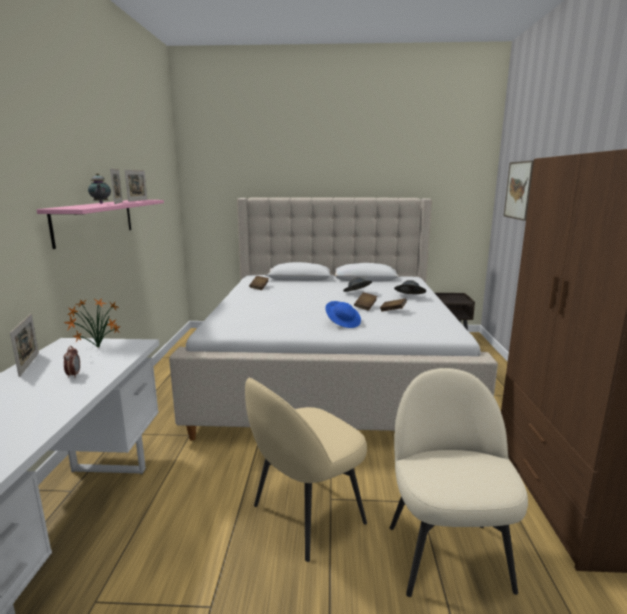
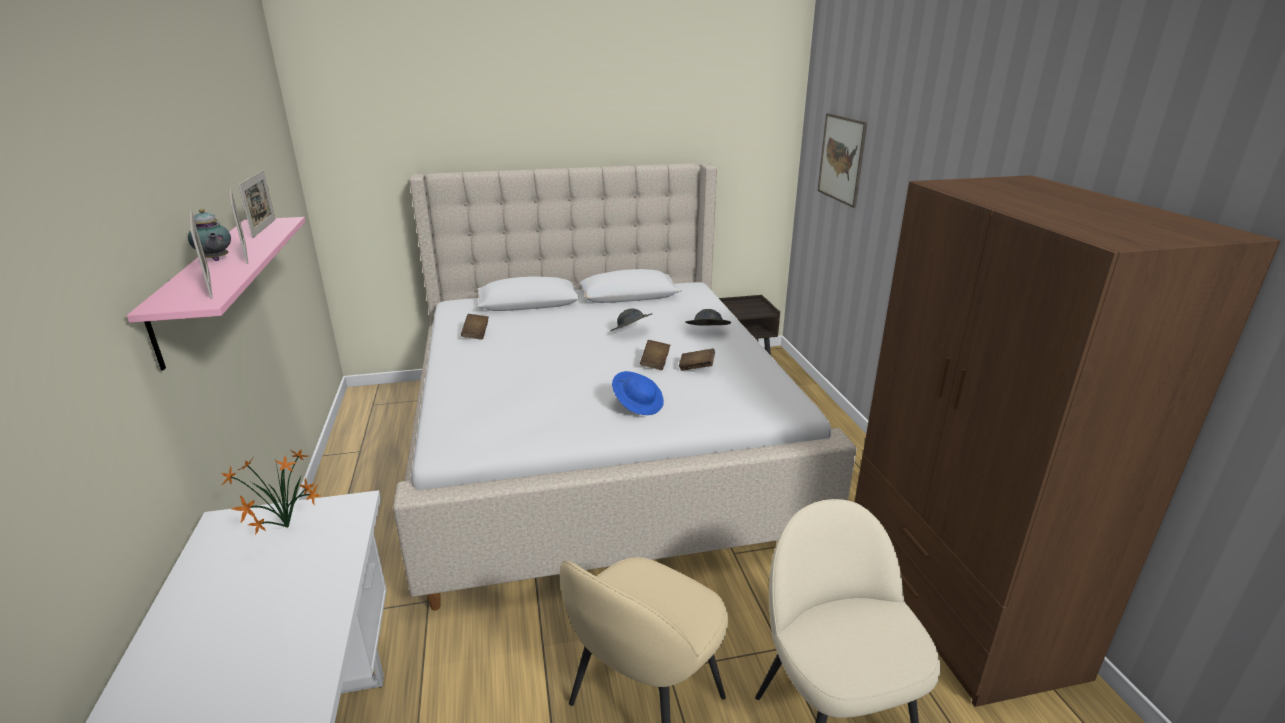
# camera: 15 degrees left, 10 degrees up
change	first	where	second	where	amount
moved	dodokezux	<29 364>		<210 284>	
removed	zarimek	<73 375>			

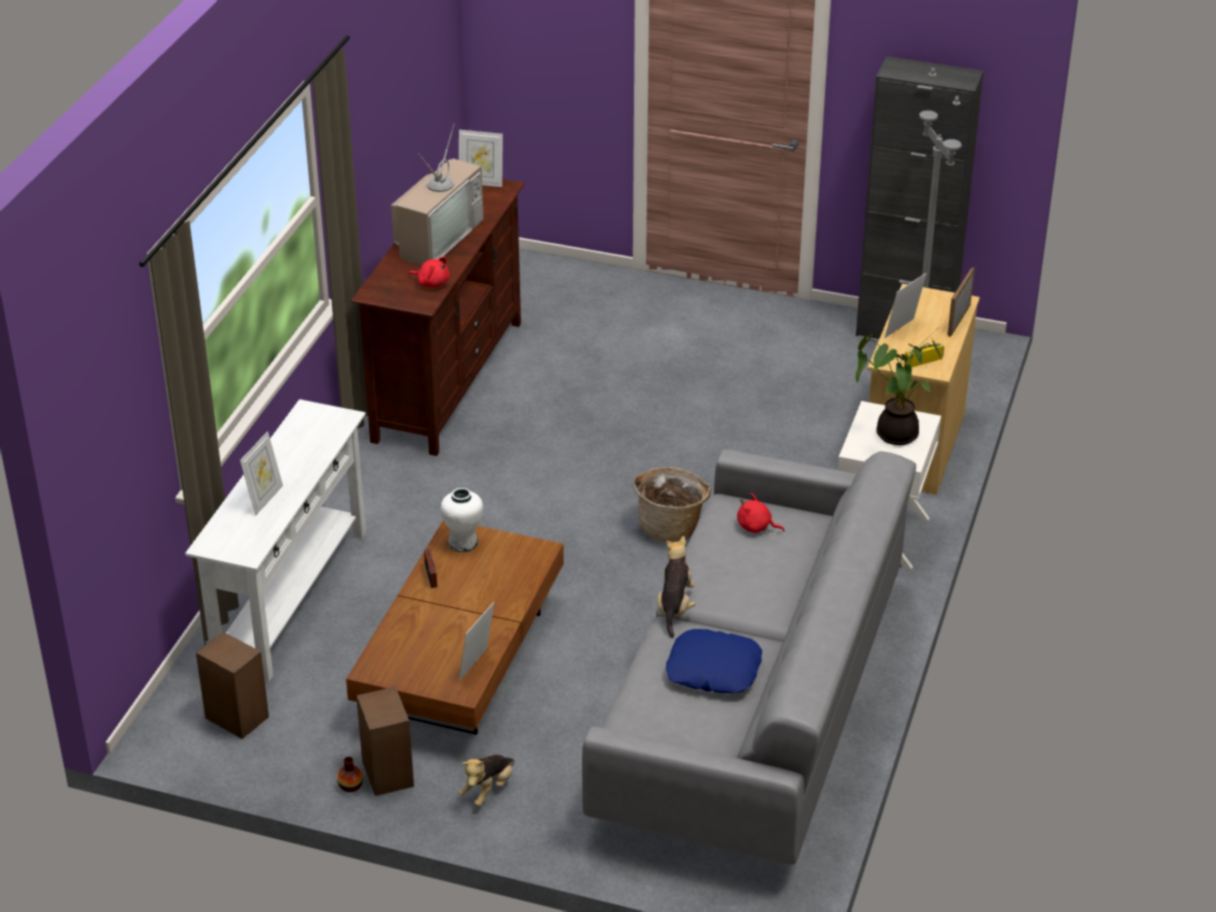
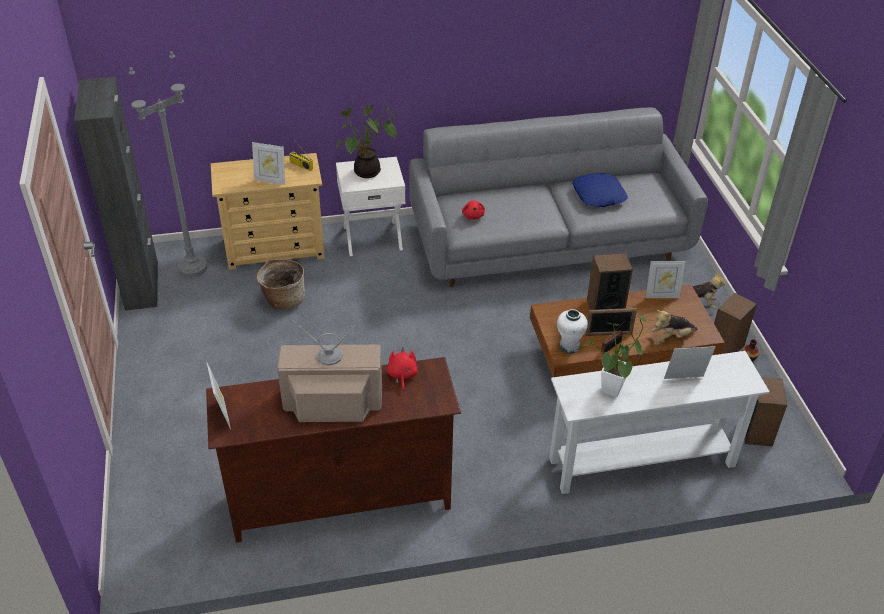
# camera: 120 degrees left, 5 degrees up
change	first	where	second	where	amount
moved	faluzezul	<671 527>		<283 299>	
moved	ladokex	<675 607>		<671 337>	
moved	dodokezux	<958 320>		<608 334>	
added			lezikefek	<609 393>	
added			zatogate	<605 306>	

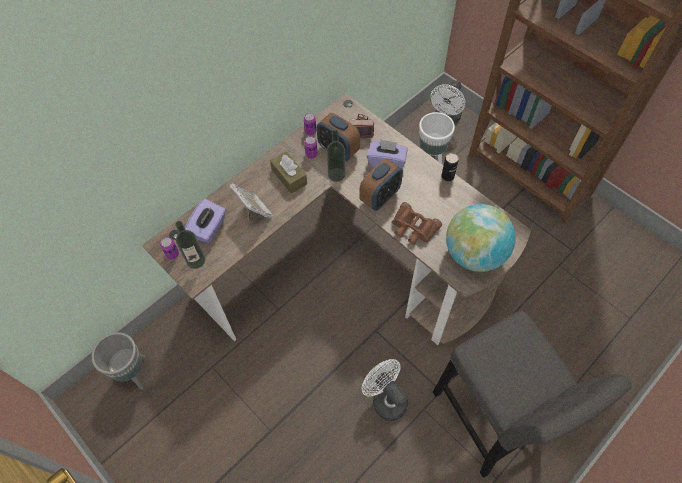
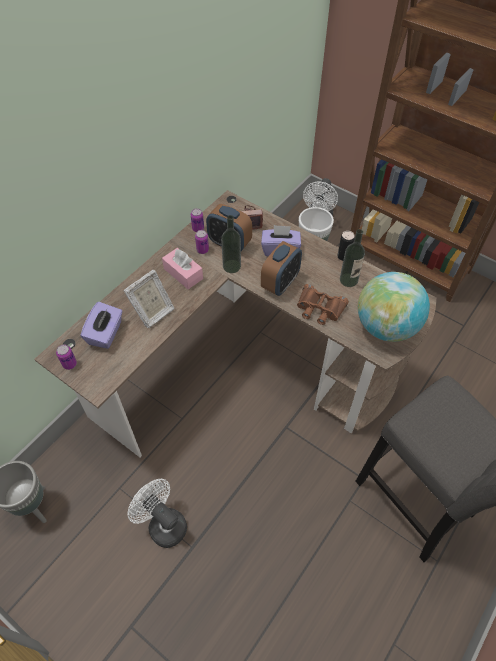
# camera: 10 degrees left, 5 degrees down
change	first	where	second	where	amount
moved	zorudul	<196 260>		<348 280>	
turned	dodokezux	<255 213>		<153 313>	90 degrees clockwise
recoloured	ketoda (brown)	<289 177>	ketoda (pink)	<183 273>	
moved	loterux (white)	<385 399>		<163 524>	

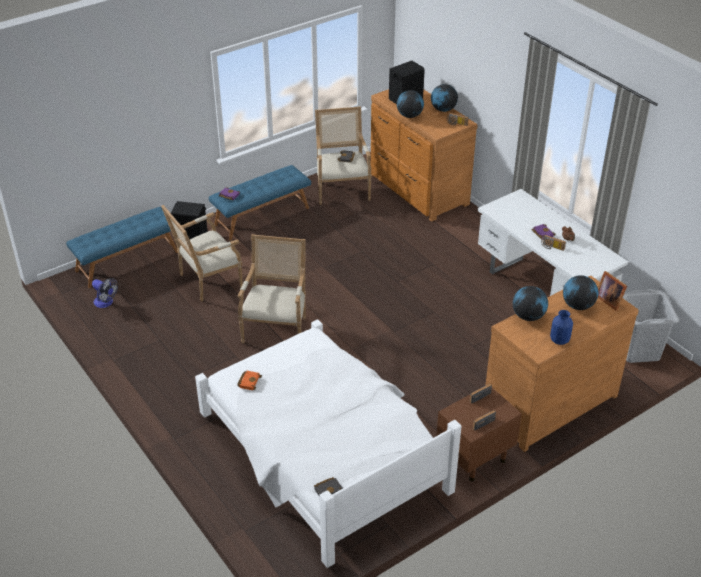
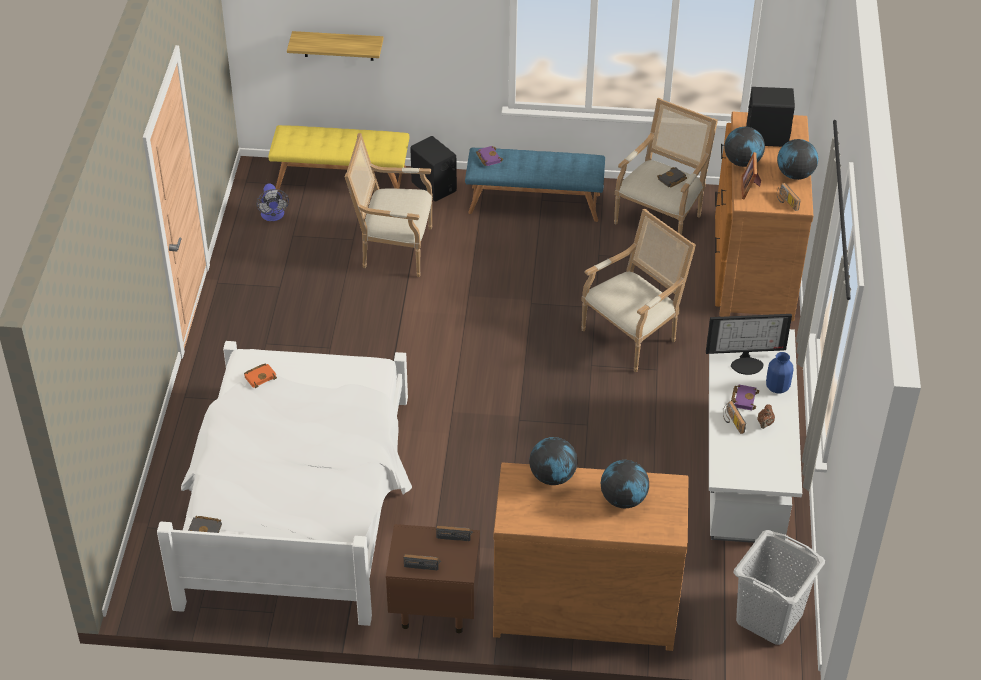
# camera: 40 degrees right, 5 degrees up
change	first	where	second	where	amount
recoloured	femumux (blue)	<127 261>	femumux (yellow)	<342 180>	
moved	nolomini	<276 328>		<633 335>	
moved	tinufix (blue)	<559 340>		<777 387>	
moved	dodokezux	<609 300>		<750 188>	
added			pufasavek	<338 45>	
added			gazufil	<747 363>	

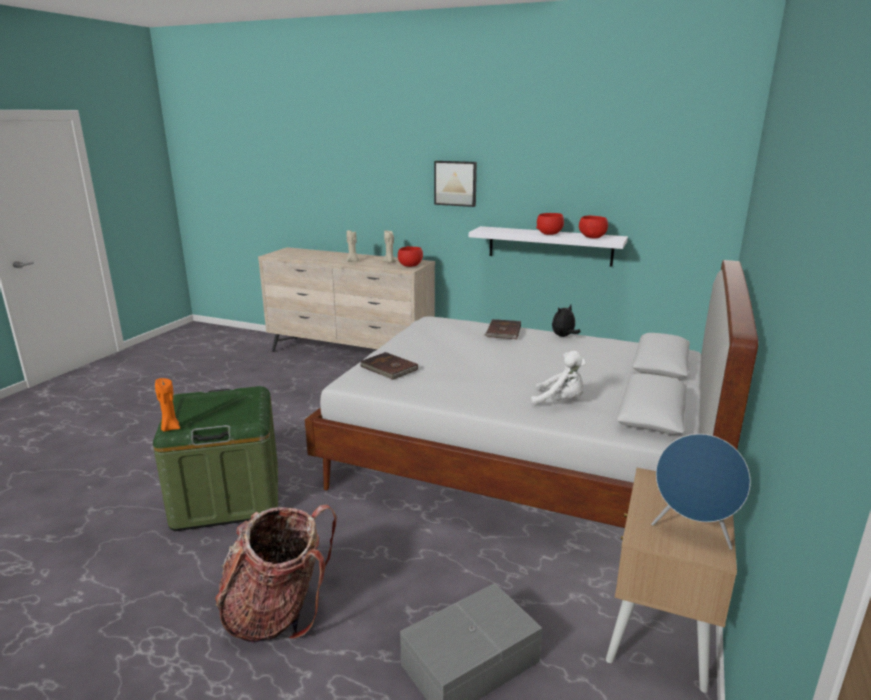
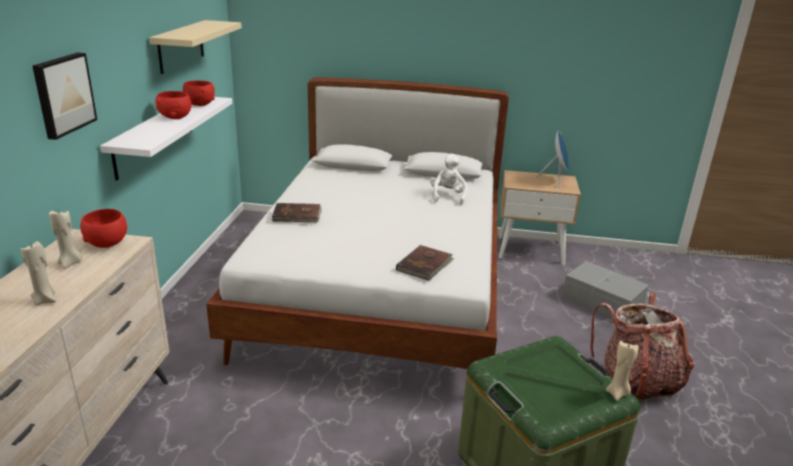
# camera: 105 degrees left, 5 degrees up
change	first	where	second	where	amount
recoloured	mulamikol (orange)	<170 428>	mulamikol (beige)	<617 393>	
removed	ladokex	<563 336>			
added			pufasavek (beige)	<181 46>	

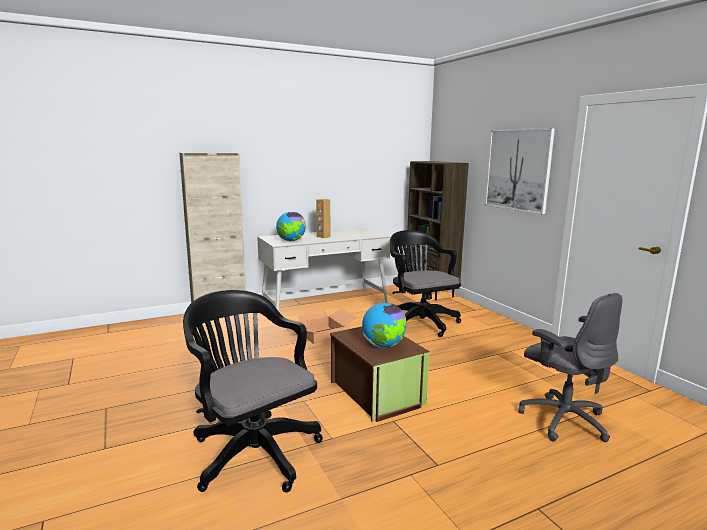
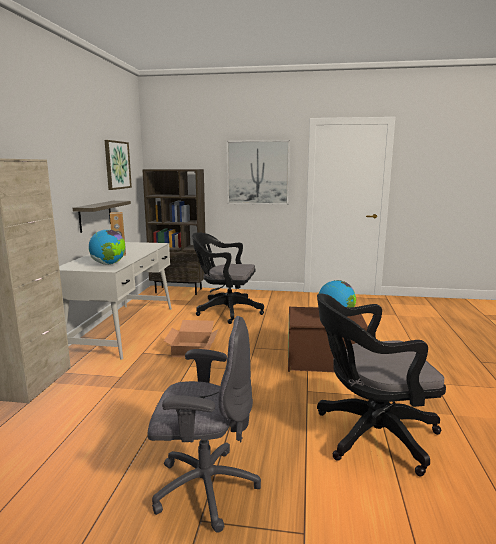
# camera: 55 degrees left, 0 degrees up
change	first	where	second	where	amount
moved	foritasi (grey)	<563 419>		<204 487>	
added			pufasavek	<95 215>	
added			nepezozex	<117 165>	

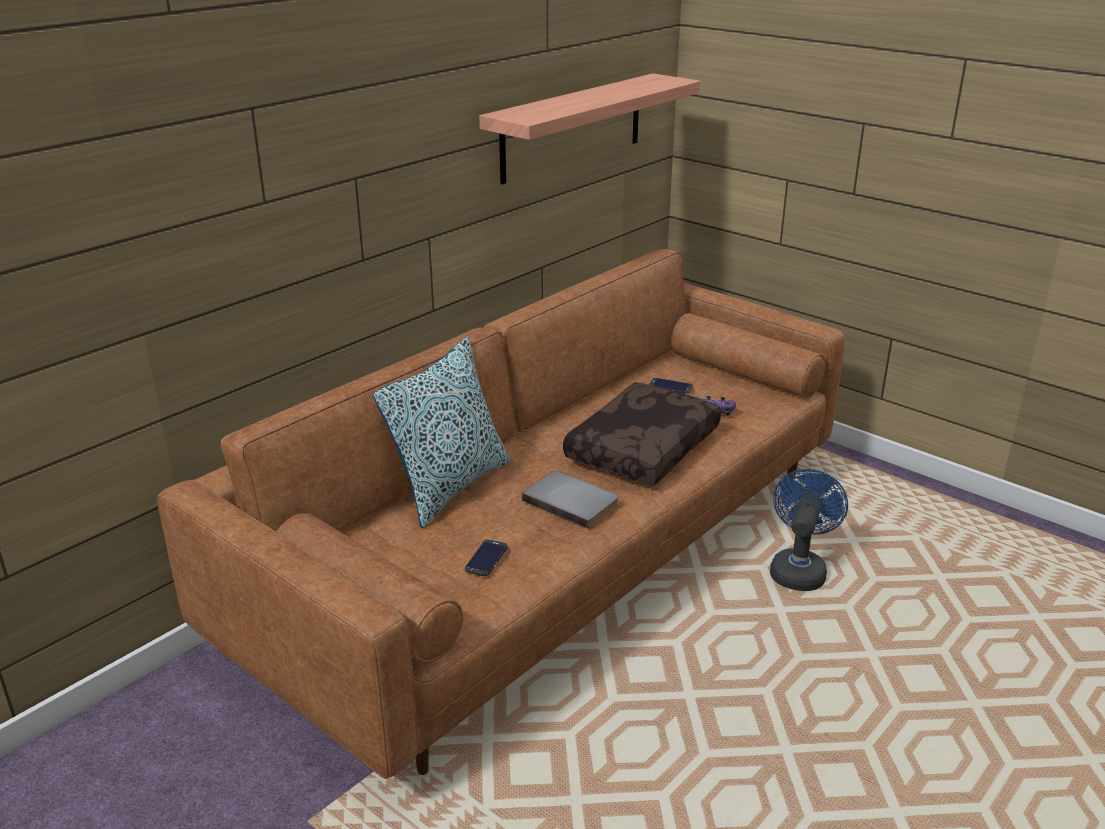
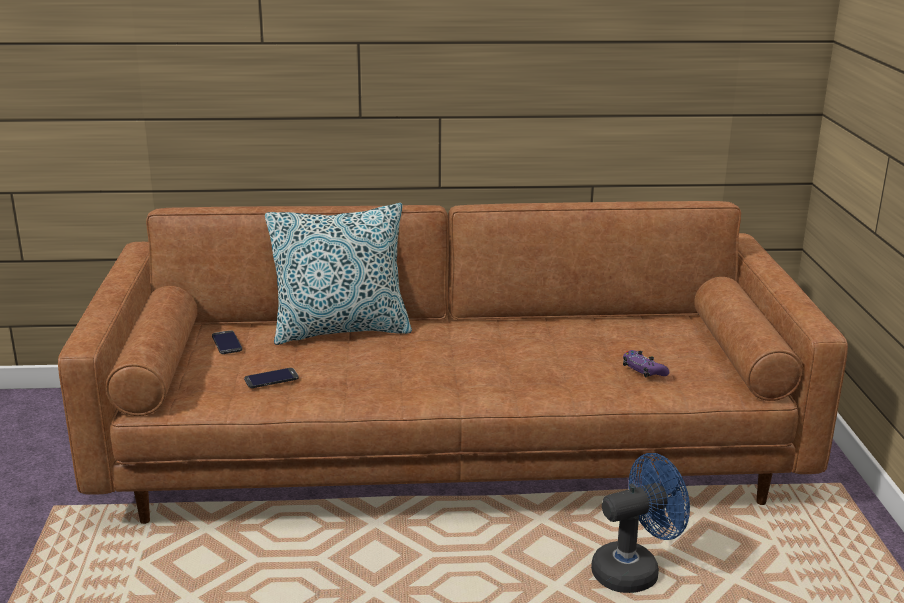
# camera: 45 degrees right, 5 degrees down
change	first	where	second	where	amount
removed	pufasavek	<572 127>			
removed	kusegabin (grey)	<572 501>			
removed	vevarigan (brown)	<641 447>			
moved	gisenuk	<670 386>		<227 343>	

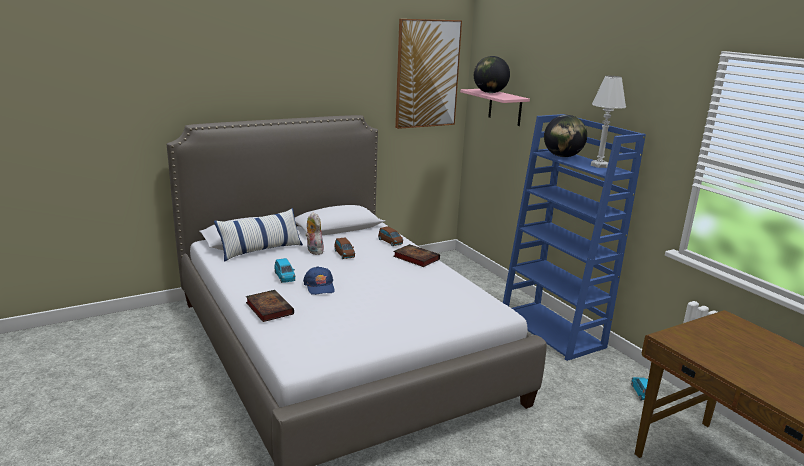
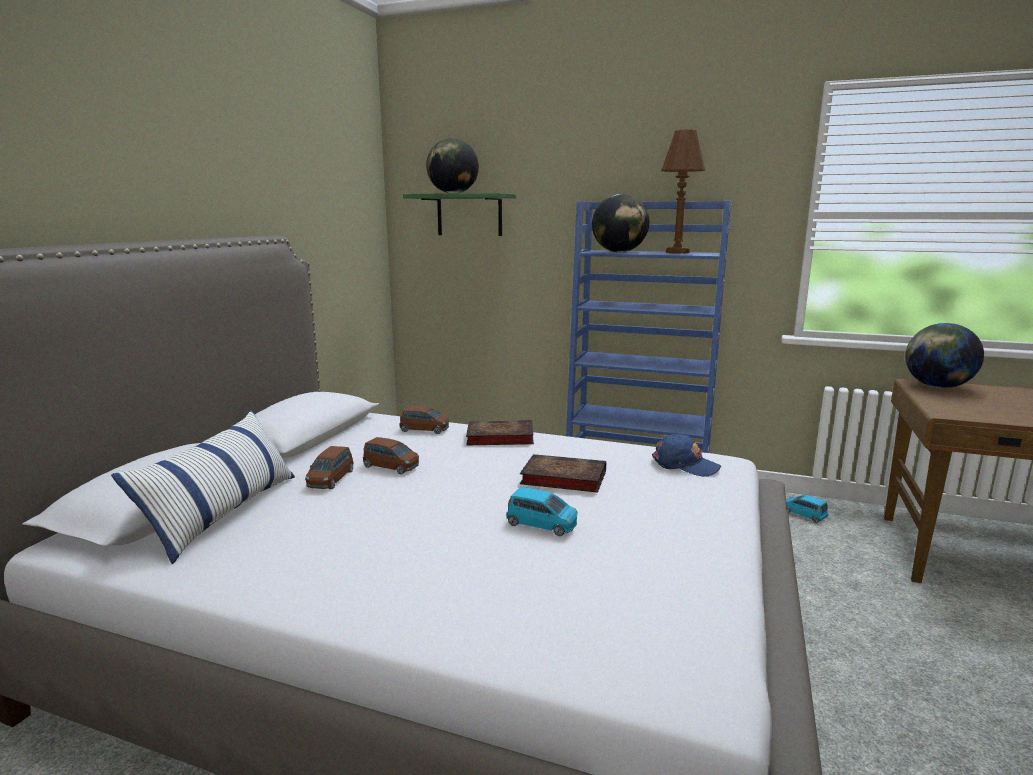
# camera: 40 degrees left, 5 degrees down
change	first	where	second	where	amount
moved	kusegabin	<268 308>		<561 478>	
moved	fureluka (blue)	<285 277>		<542 524>	
moved	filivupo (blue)	<319 286>		<684 465>	
replaced	ladokex	<313 251>	fureluka (brown)	<330 479>	
removed	nepezozex	<427 74>			
recoloured	pufasavek (pink)	<505 107>	pufasavek (green)	<469 215>	
recoloured	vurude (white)	<599 165>	vurude (brown)	<677 252>	
added			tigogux	<937 386>	

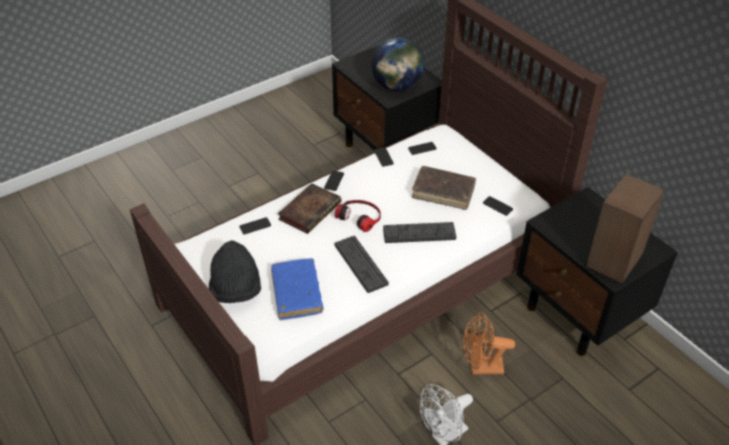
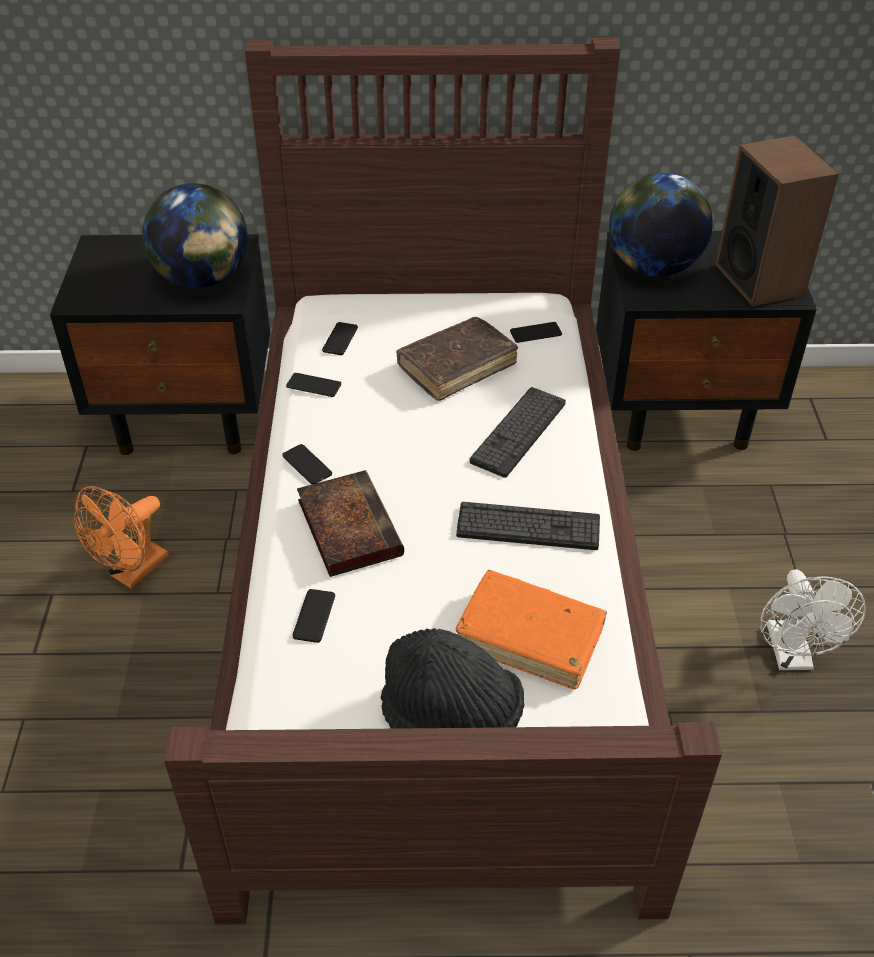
# camera: 55 degrees left, 0 degrees up
change	first	where	second	where	amount
recoloured	kusegabin (blue)	<297 294>	kusegabin (orange)	<530 637>	
removed	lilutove	<360 216>			
moved	loterux (orange)	<480 367>		<133 572>	
added			tigogux	<653 267>	

